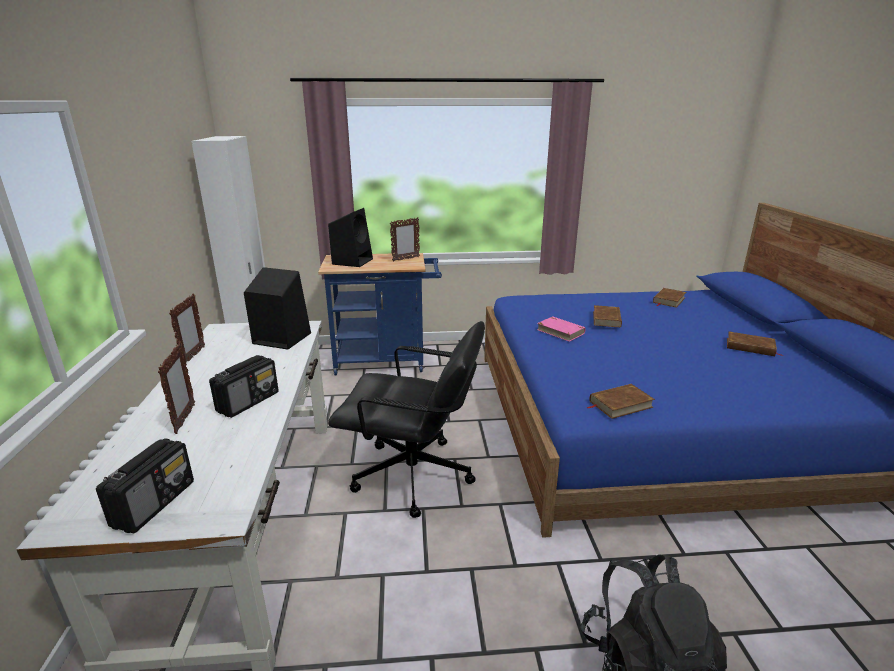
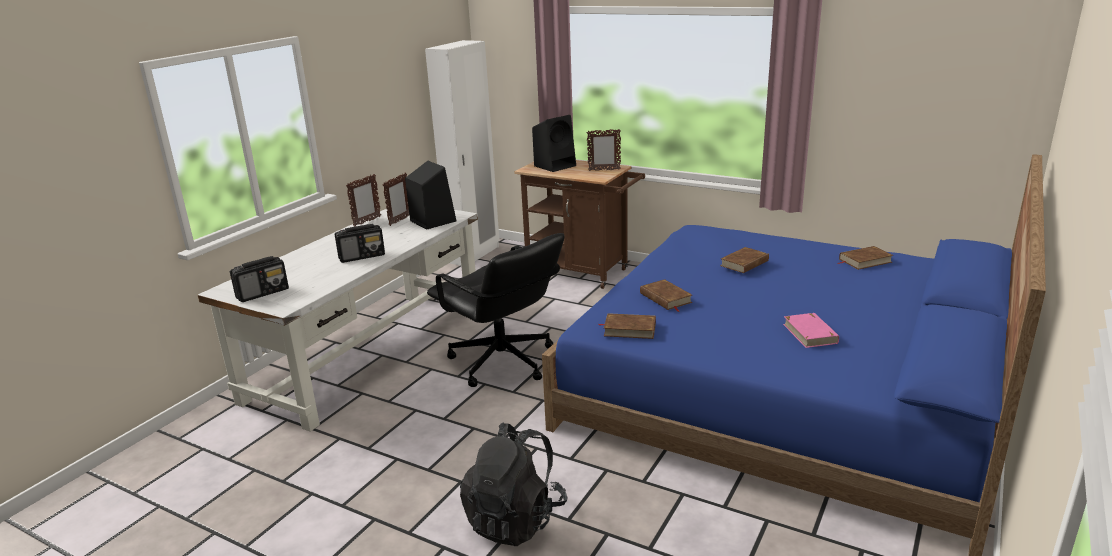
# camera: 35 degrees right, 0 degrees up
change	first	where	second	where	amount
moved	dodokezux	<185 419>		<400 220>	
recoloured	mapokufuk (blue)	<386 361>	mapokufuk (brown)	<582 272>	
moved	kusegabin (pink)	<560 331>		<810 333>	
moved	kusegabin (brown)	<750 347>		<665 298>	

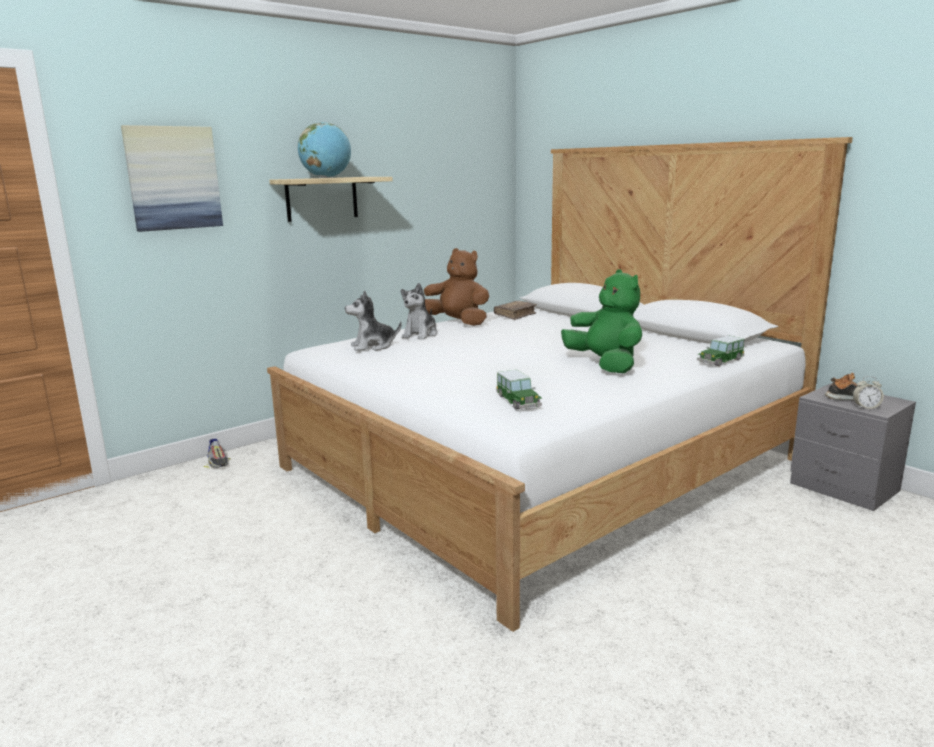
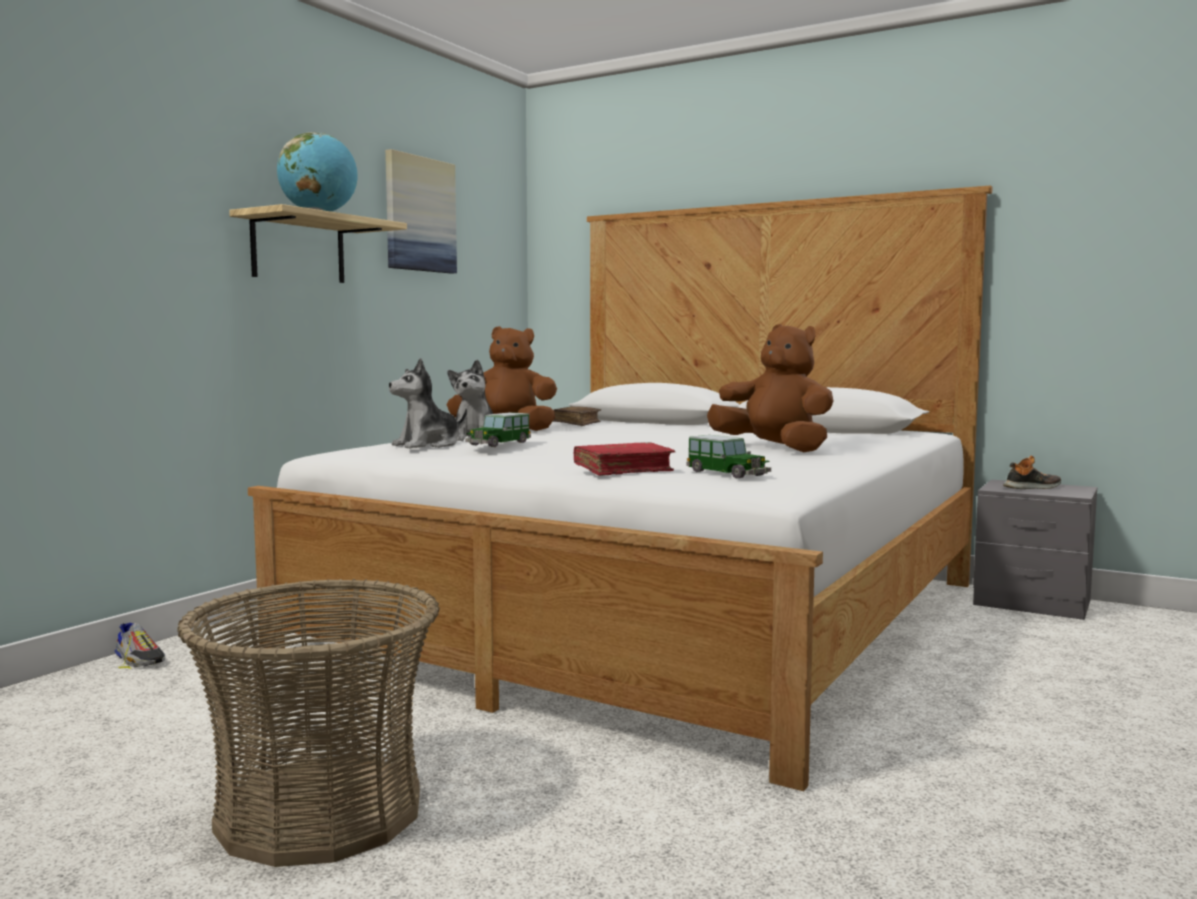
# camera: 20 degrees left, 10 degrees down
change	first	where	second	where	amount
moved	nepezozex	<173 178>		<419 214>	
recoloured	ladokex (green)	<605 365>	ladokex (brown)	<774 449>	
moved	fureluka	<720 361>		<498 444>	
removed	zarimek	<866 407>			
added			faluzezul	<320 811>	
added			kusegabin (red)	<623 470>	

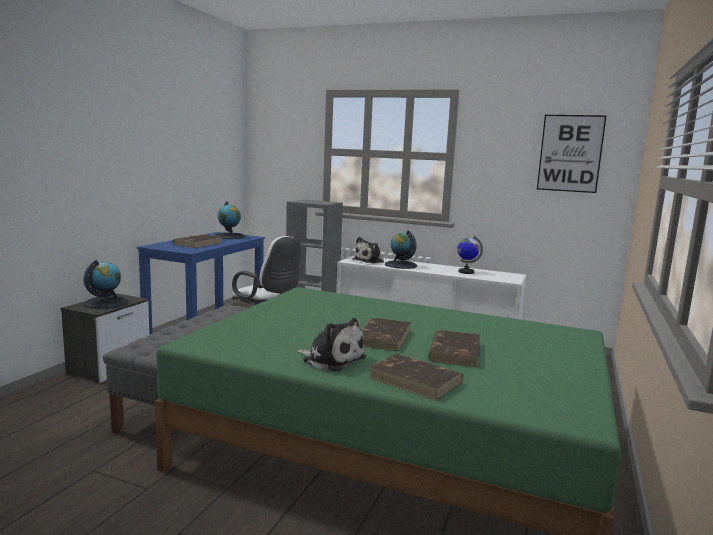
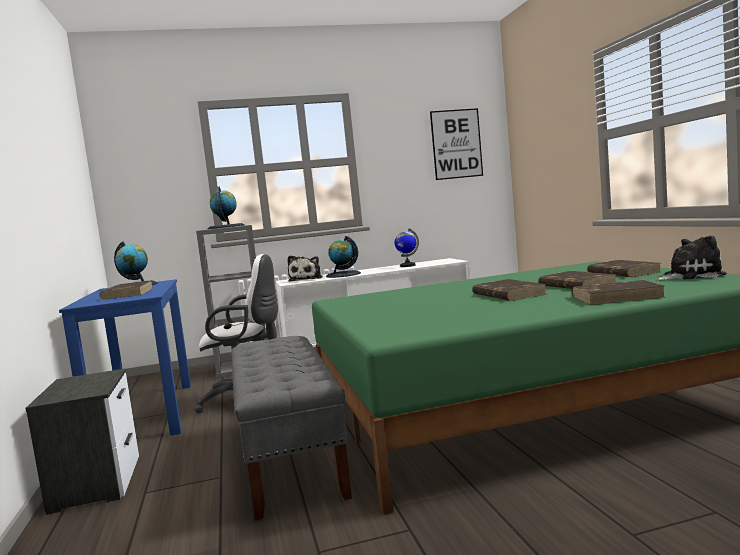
# camera: 35 degrees left, 5 degrees down
change	first	where	second	where	amount
moved	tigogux	<106 302>		<226 227>	
moved	ladokex	<331 359>		<690 276>	
added			kusegabin (brown)	<622 272>	

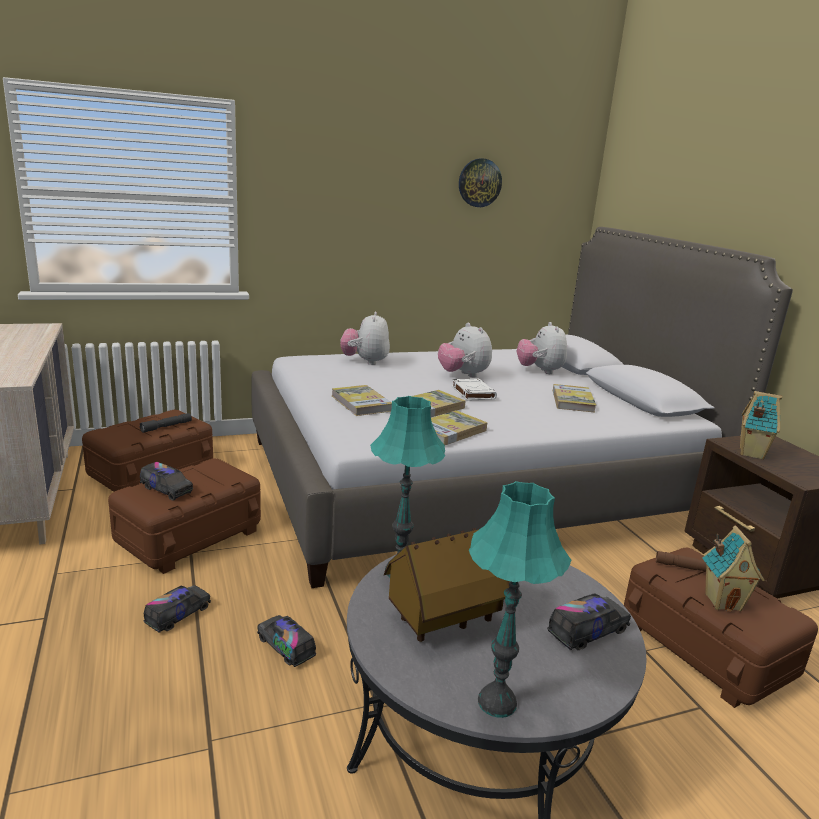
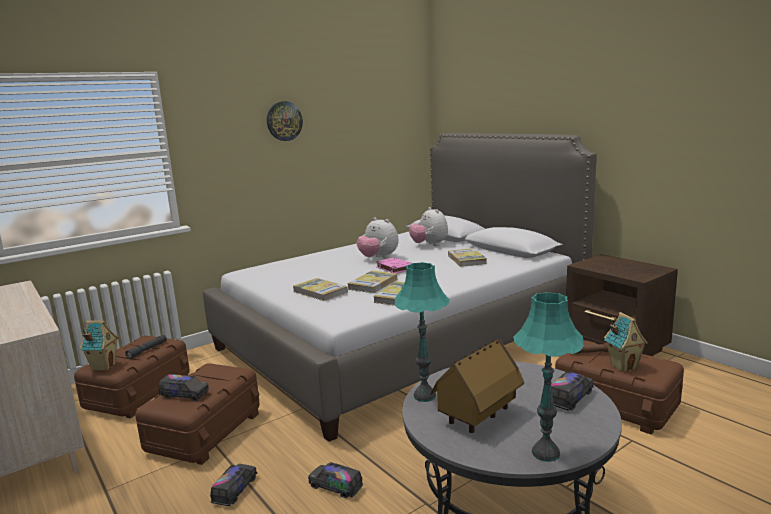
# camera: 15 degrees left, 5 degrees down
change	first	where	second	where	amount
removed	ladokex	<365 362>			
recoloured	kusegabin (white)	<472 392>	kusegabin (pink)	<394 268>	
moved	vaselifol	<479 183>		<284 121>	
moved	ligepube	<750 453>		<103 366>	

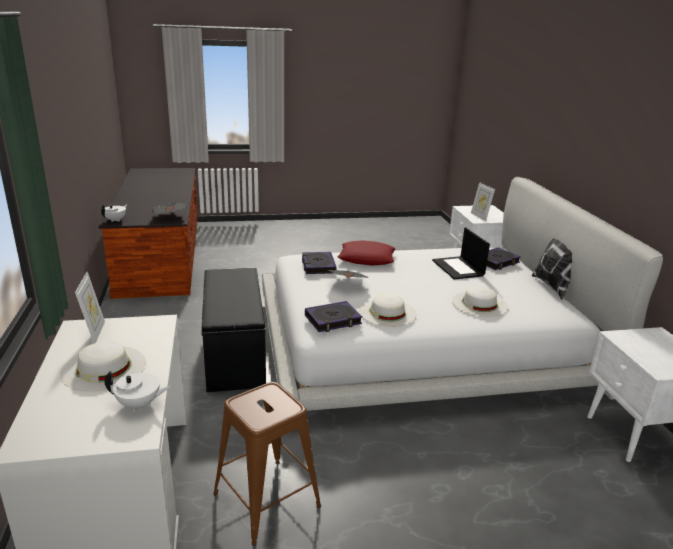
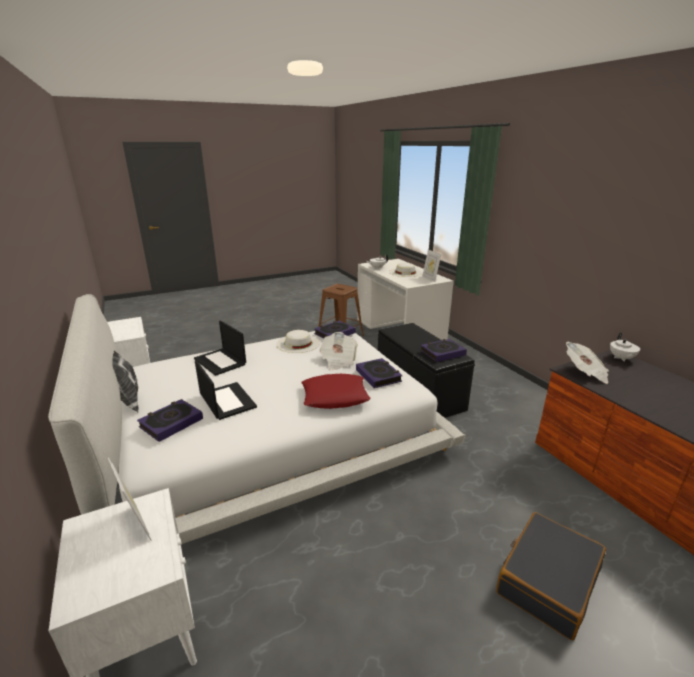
# camera: 165 degrees right, 0 degrees up
change	first	where	second	where	amount
replaced	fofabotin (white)	<479 303>	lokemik	<221 361>	
added			kusegabin	<442 353>	
added			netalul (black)	<547 580>	

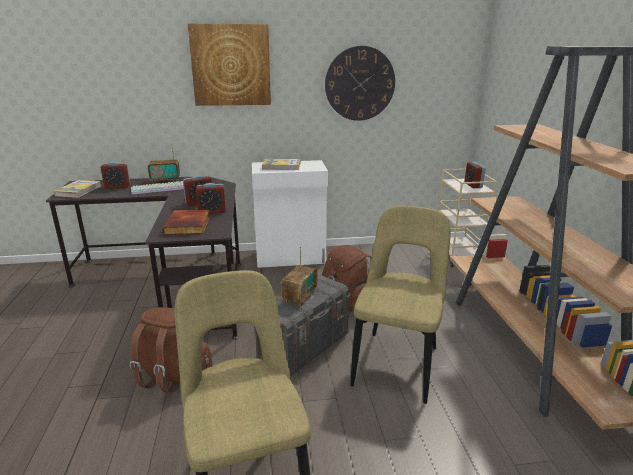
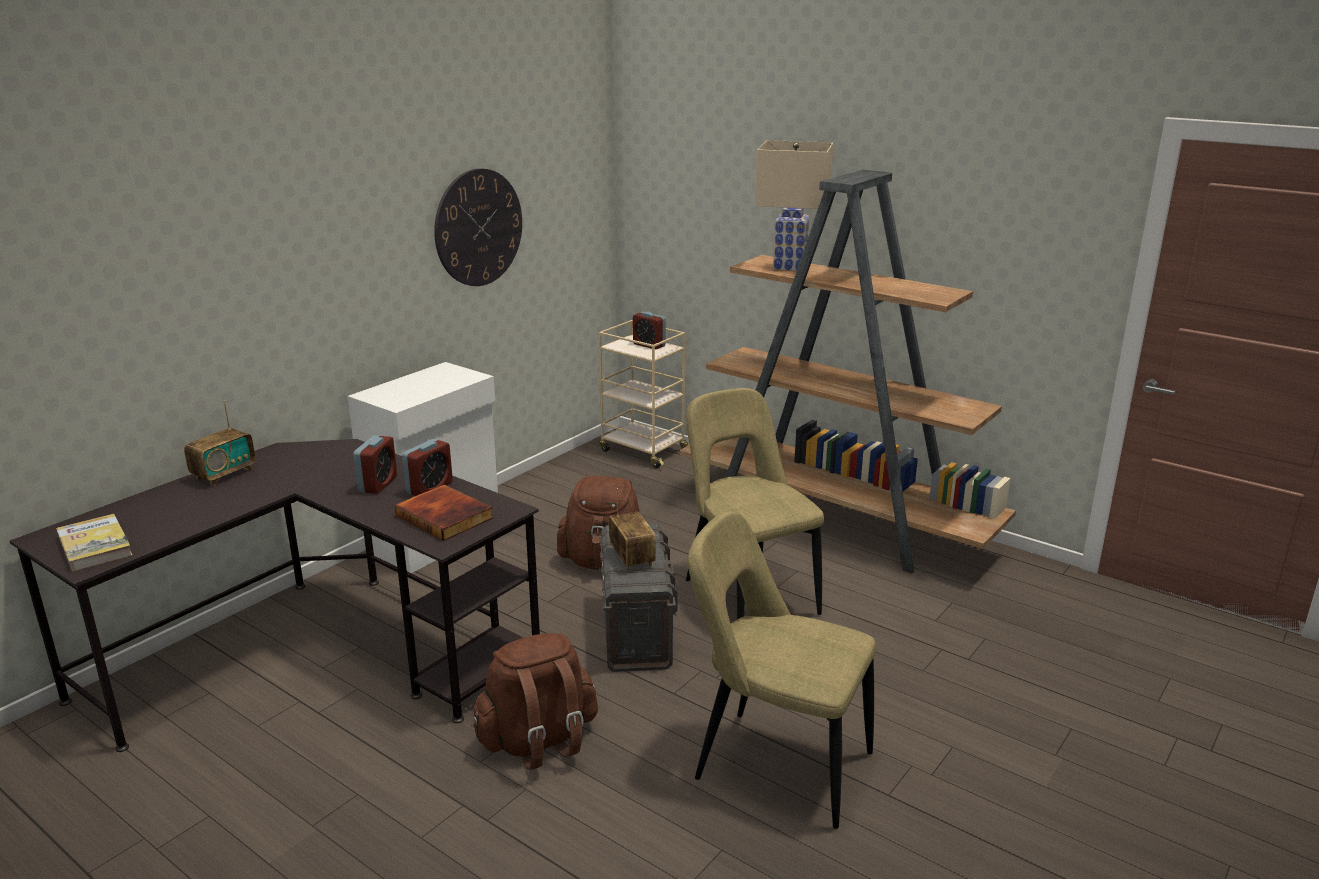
# camera: 45 degrees left, 0 degrees up
change	first	where	second	where	amount
removed	zarimek	<117 186>			
removed	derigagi	<159 188>			
removed	nepezozex	<231 65>			
removed	kusegabin	<281 166>			
added			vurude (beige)	<788 267>	

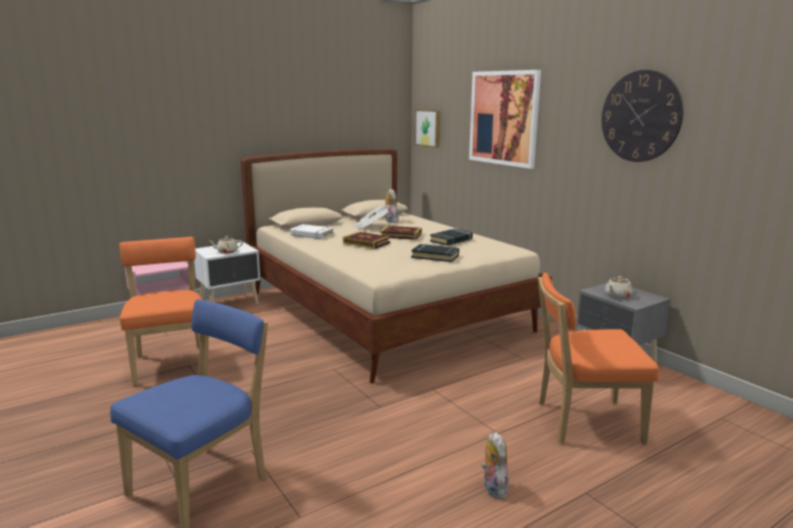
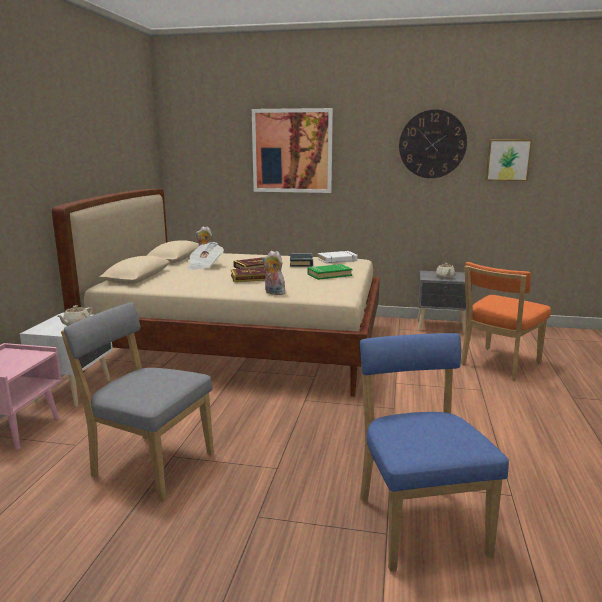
# camera: 45 degrees left, 0 degrees up
change	first	where	second	where	amount
recoloured	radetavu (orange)	<170 363>	radetavu (grey)	<149 464>	
moved	kusegabin (white)	<312 235>		<337 260>	
recoloured	kusegabin (black)	<435 256>	kusegabin (green)	<329 275>	
moved	nepezozex	<429 128>		<508 160>	
moved	ladokex	<493 488>		<273 293>	

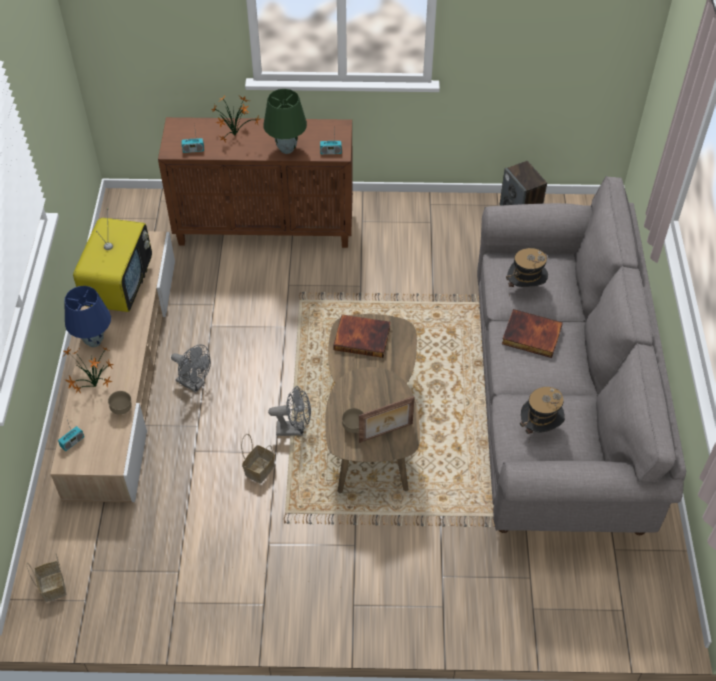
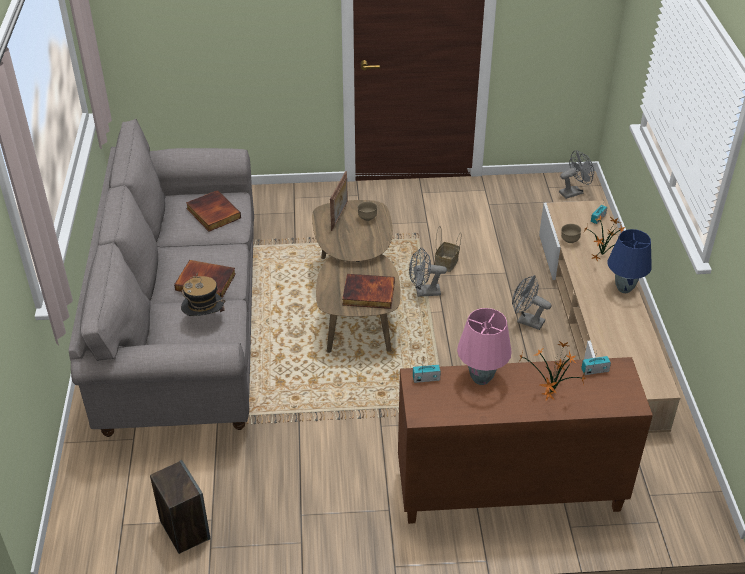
# camera: 175 degrees right, 10 degrees down
change	first	where	second	where	amount
replaced	faluzezul	<54 587>	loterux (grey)	<574 192>	
removed	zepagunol	<119 287>			
recoloured	vurude (green)	<286 149>	vurude (pink)	<482 379>	
turned	dodokezux	<386 433>		<340 216>	135 degrees clockwise
replaced	fofabotin	<539 428>	kusegabin	<212 213>	

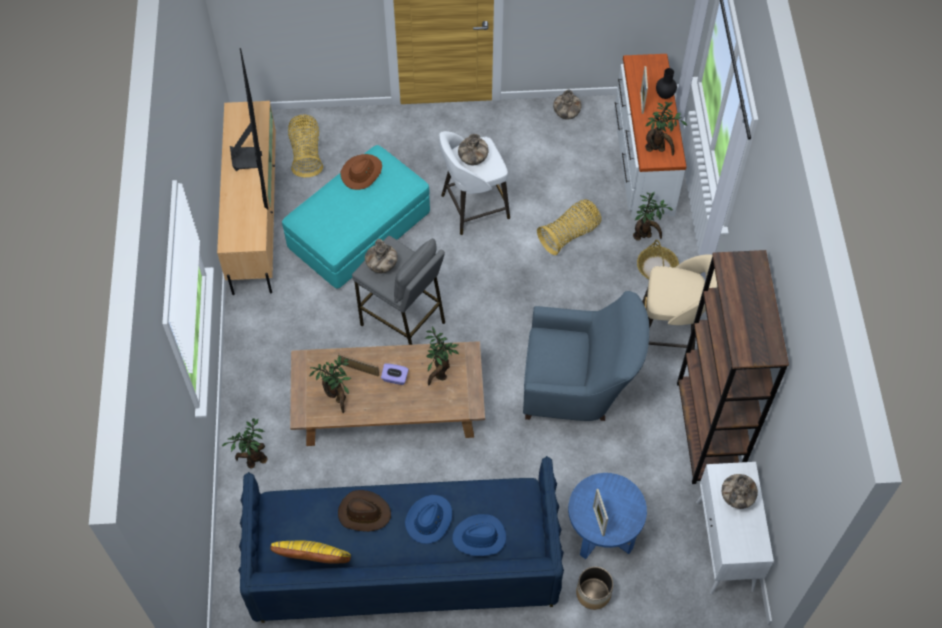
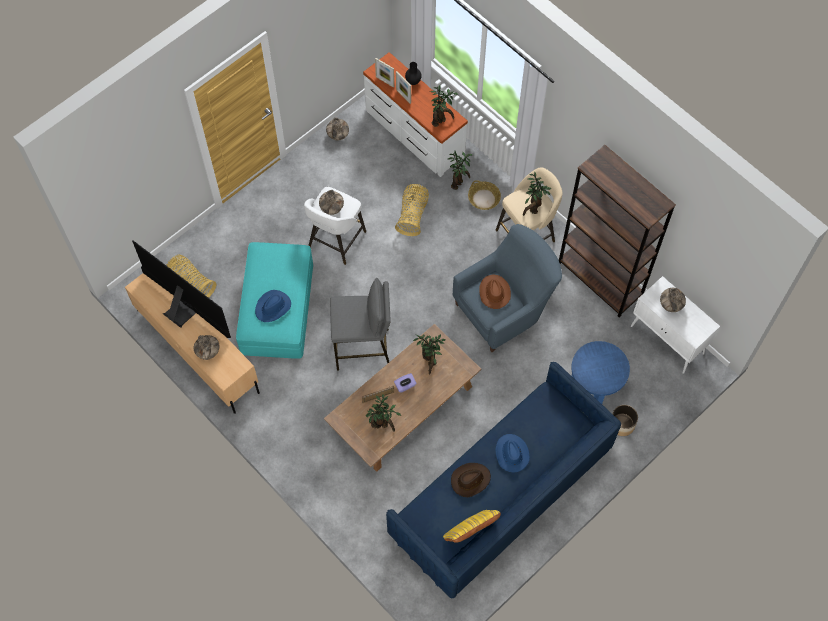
# camera: 40 degrees left, 5 degrees up
change	first	where	second	where	amount
moved	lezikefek	<253 461>		<533 208>	
moved	fofabotin (brown)	<362 173>		<494 292>	
moved	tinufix	<381 266>		<208 352>	
moved	fofabotin (blue)	<479 537>		<273 307>	
moved	dodokezux	<598 521>		<385 81>	

